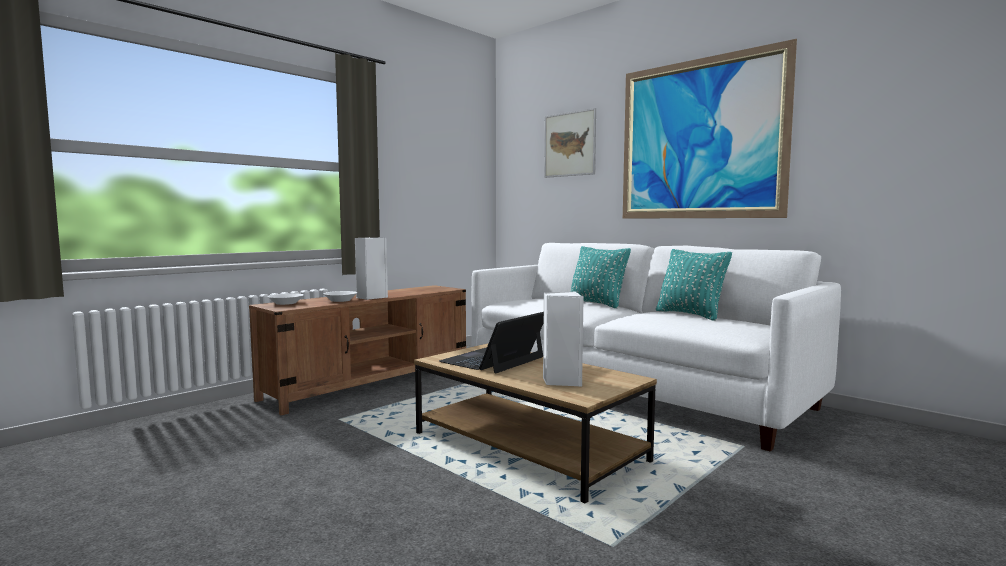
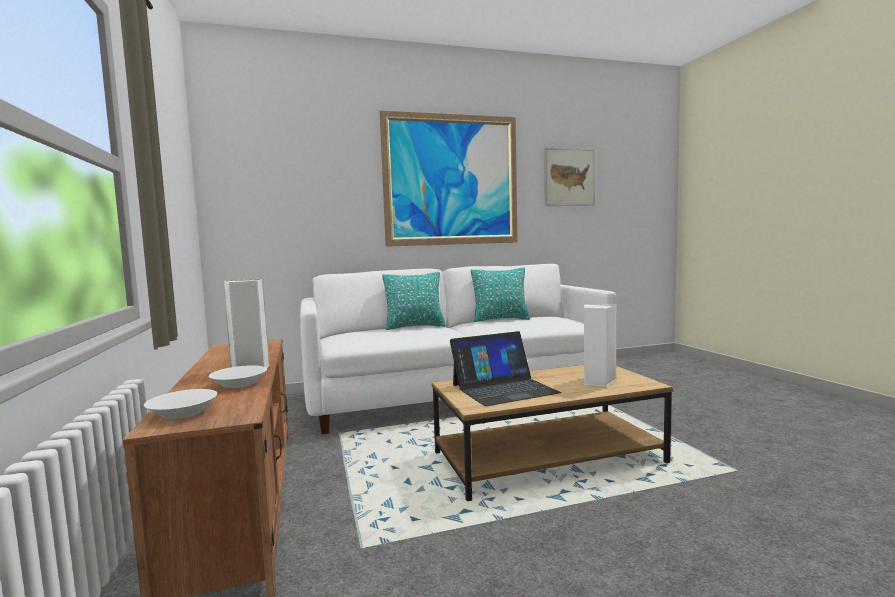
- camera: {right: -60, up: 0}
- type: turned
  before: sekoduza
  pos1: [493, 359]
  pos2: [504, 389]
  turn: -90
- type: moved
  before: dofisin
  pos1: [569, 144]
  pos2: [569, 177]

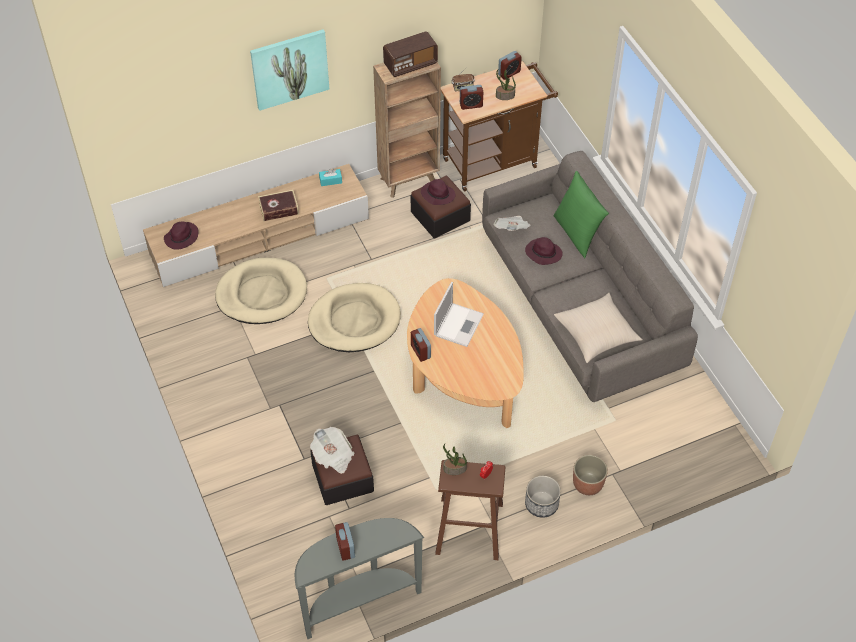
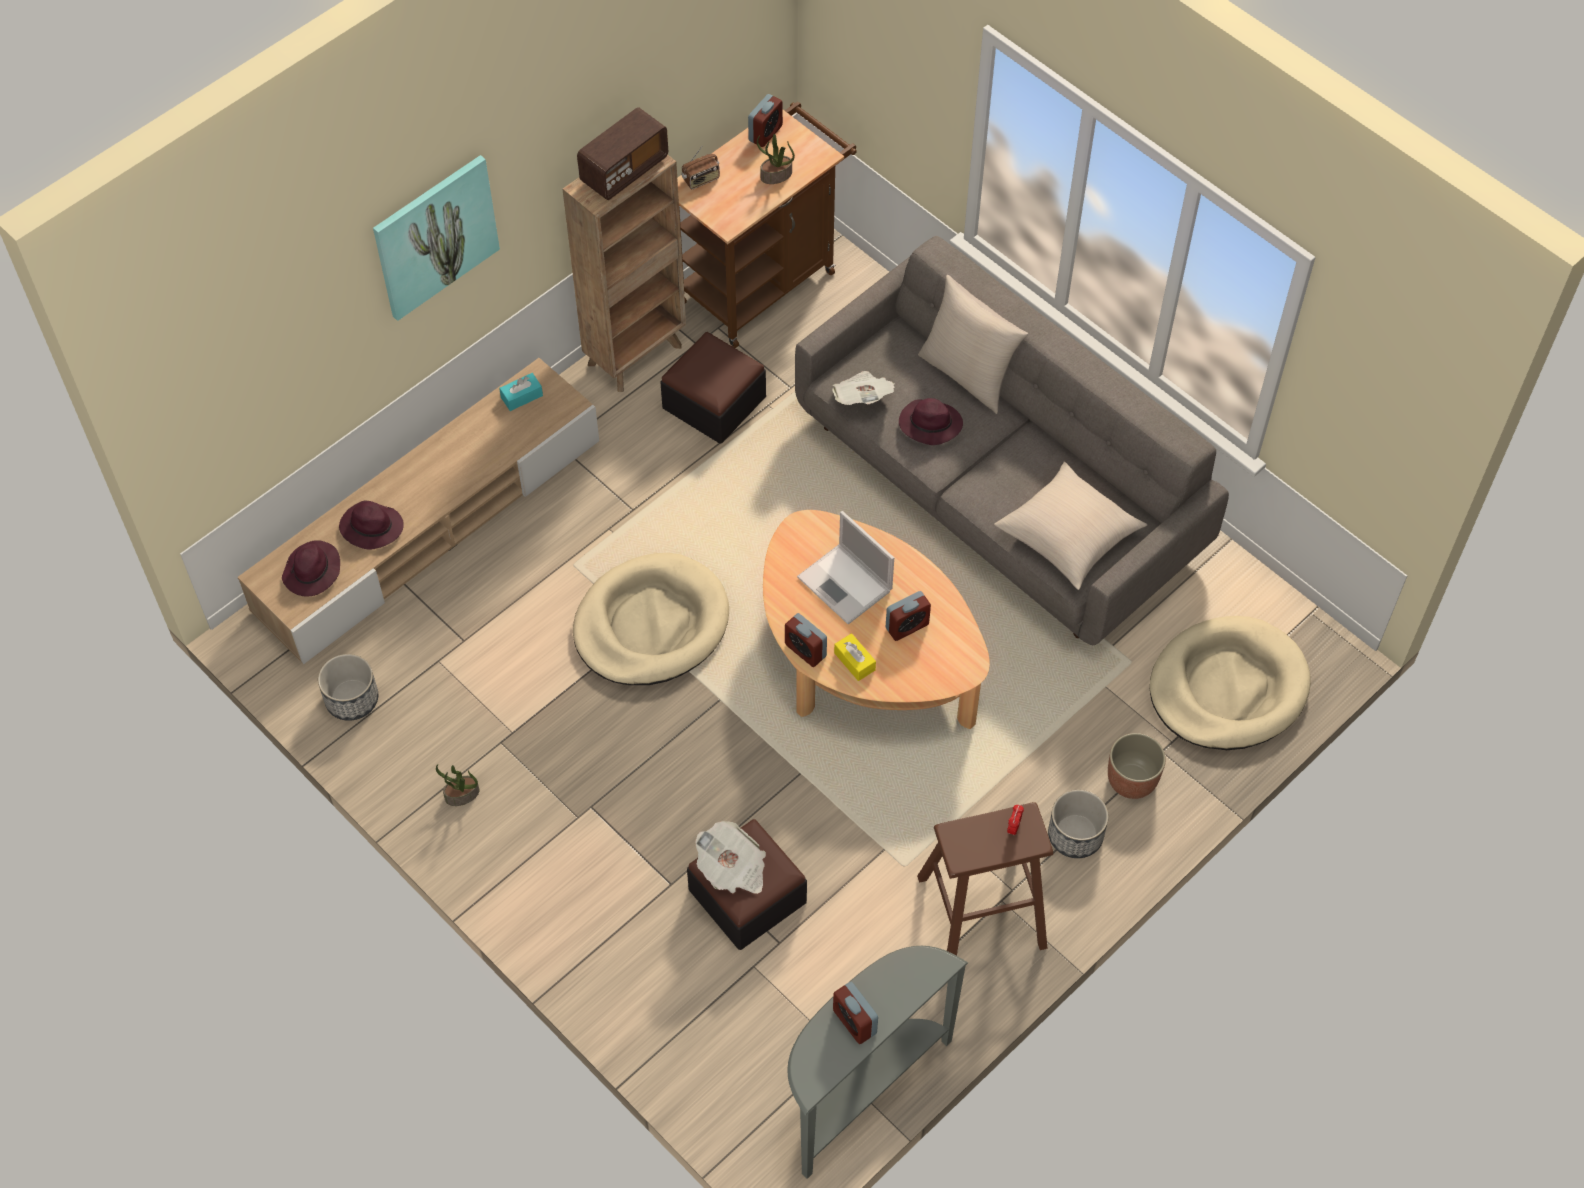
- camera: {right: -20, up: 5}
- type: moved
  before: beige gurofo
  pos1: [261, 294]
  pos2: [1227, 688]
- type: removed
  before: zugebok
  pos1: [279, 209]
- type: moved
  before: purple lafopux
  pos1: [437, 194]
  pos2: [371, 527]
- type: turned
  before: sekoduza
  pos1: [459, 324]
  pos2: [846, 585]
  turn: 135
- type: moved
  before: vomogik
  pos1: [454, 469]
  pos2: [462, 795]
- type: moved
  before: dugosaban
  pos1: [471, 105]
  pos2: [907, 626]
- type: recoloured
  before: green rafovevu
  after: beige rafovevu
  pos1: [577, 233]
  pos2: [968, 374]
- type: added
  after: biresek
  pos2: [351, 699]
- type: added
  after: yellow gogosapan
  pos2: [854, 661]

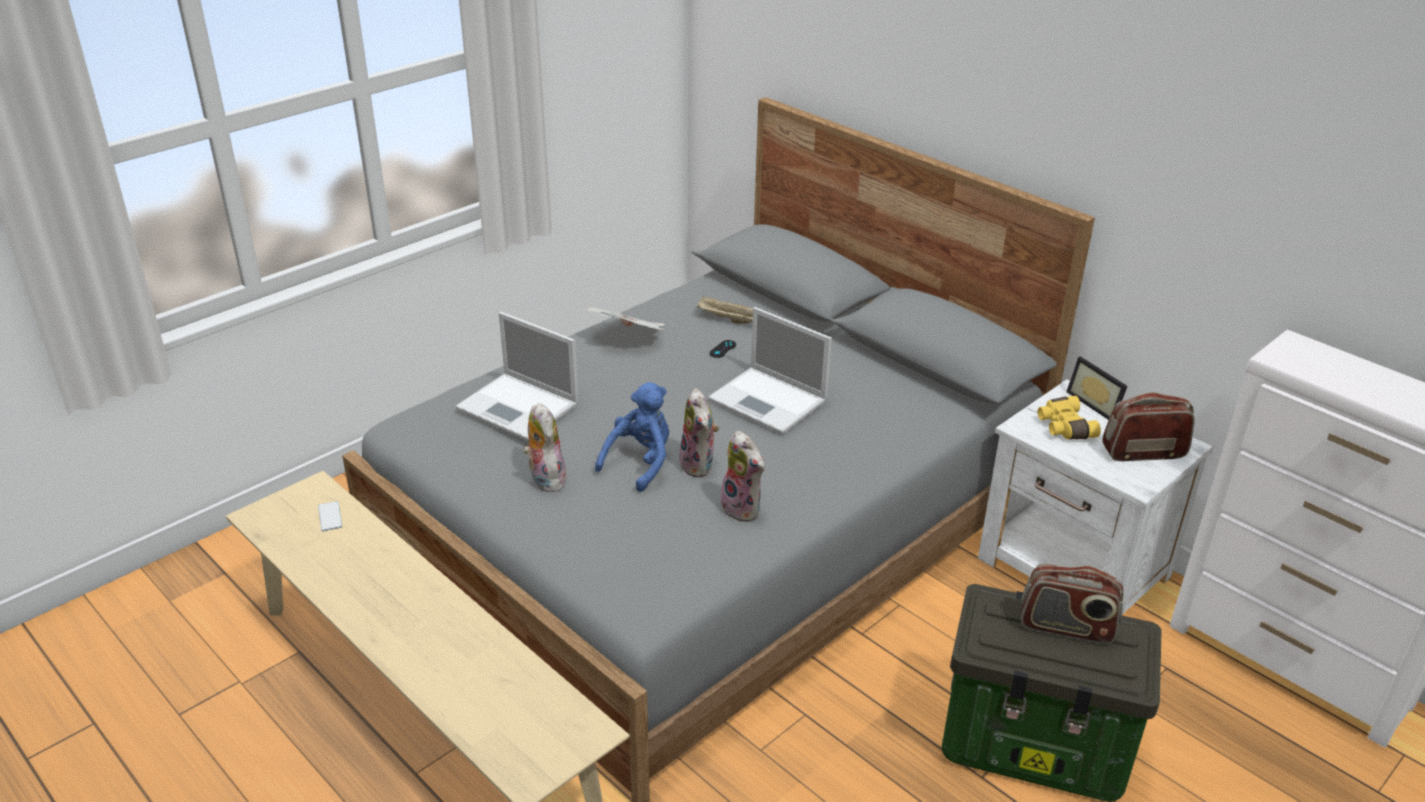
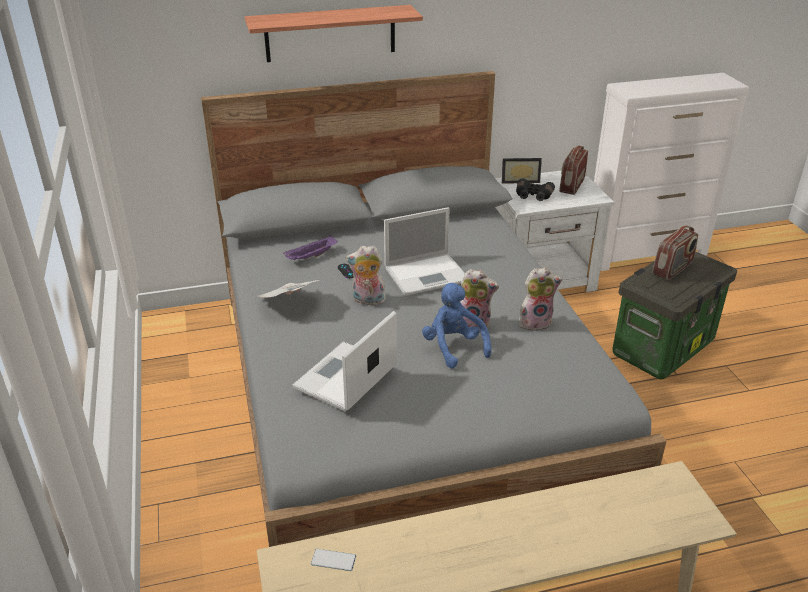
- camera: {right: -60, up: 0}
- type: turned
  before: sekoduza
  pos1: [519, 407]
  pos2: [345, 378]
  turn: 150
- type: moved
  before: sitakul
  pos1: [545, 479]
  pos2: [367, 301]
- type: recoloured
  before: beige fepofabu
  after: purple fepofabu
  pos1: [729, 319]
  pos2: [311, 257]
- type: recoloured
  before: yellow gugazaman
  after: black gugazaman
  pos1: [1063, 427]
  pos2: [533, 196]
- type: added
  after: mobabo
  pos2: [330, 33]

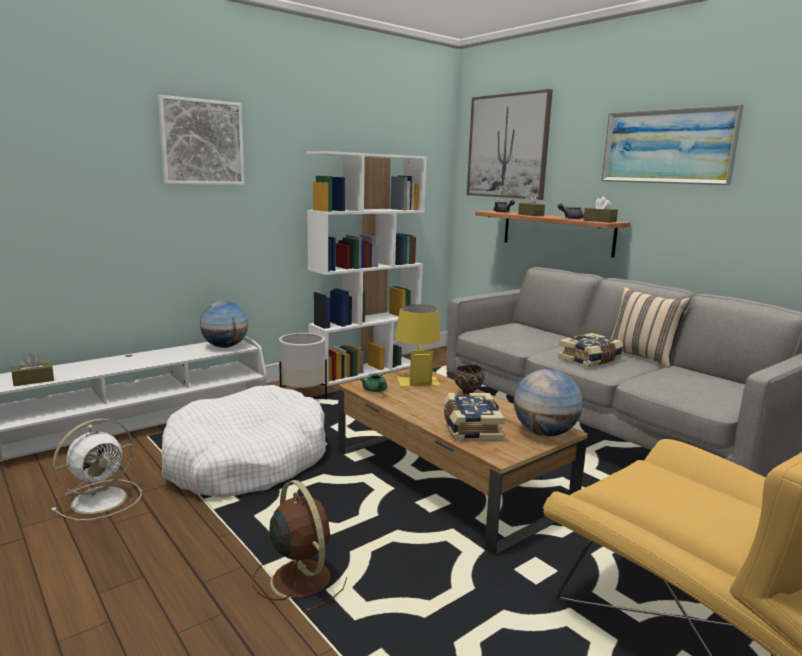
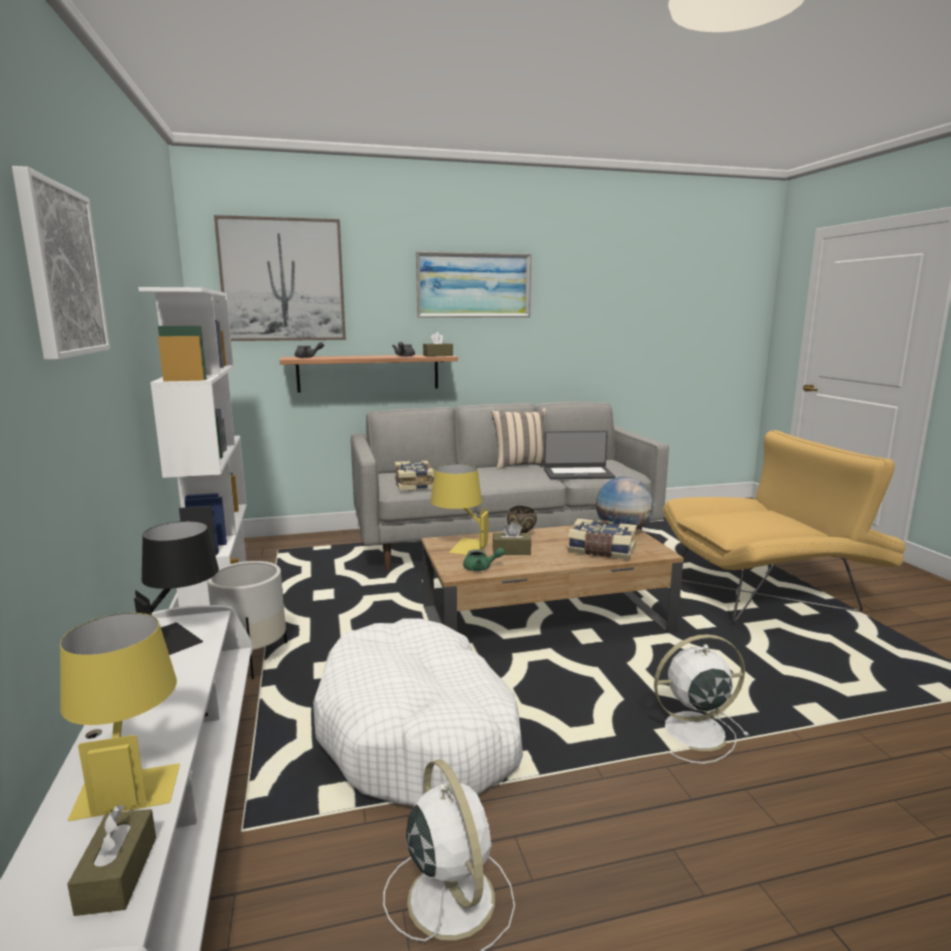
- camera: {right: -65, up: 0}
- type: replaced
  before: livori
  after: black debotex
  pos1: [225, 346]
  pos2: [183, 633]
- type: recoloured
  before: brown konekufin
  after: white konekufin
  pos1: [300, 577]
  pos2: [691, 731]
- type: moved
  before: brown gogosapan
  pos1: [530, 215]
  pos2: [511, 551]
- type: moved
  before: zugebok
  pos1: [590, 360]
  pos2: [415, 484]
- type: added
  after: yellow debotex
  pos2: [131, 777]
- type: added
  after: sekoduza
  pos2: [578, 473]

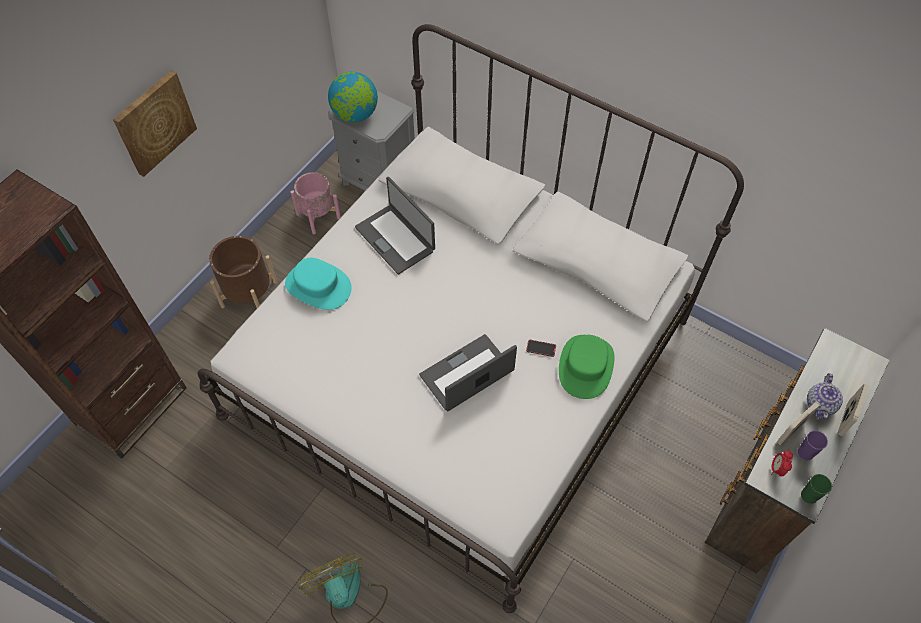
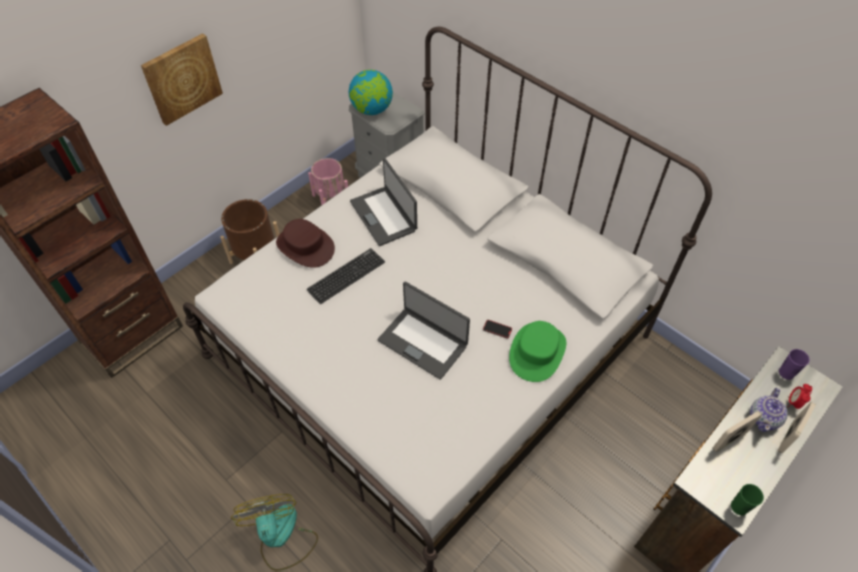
- camera: {right: 10, up: -5}
- type: recoloured
  before: turquoise lafopux
  after: brown lafopux
  pos1: [318, 286]
  pos2: [305, 246]
- type: turned
  before: sekoduza
  pos1: [467, 374]
  pos2: [423, 342]
  turn: -120
- type: moved
  before: dugosaban
  pos1: [777, 469]
  pos2: [794, 403]
- type: moved
  before: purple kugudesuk
  pos1: [805, 452]
  pos2: [786, 373]
- type: added
  after: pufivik
  pos2: [346, 276]

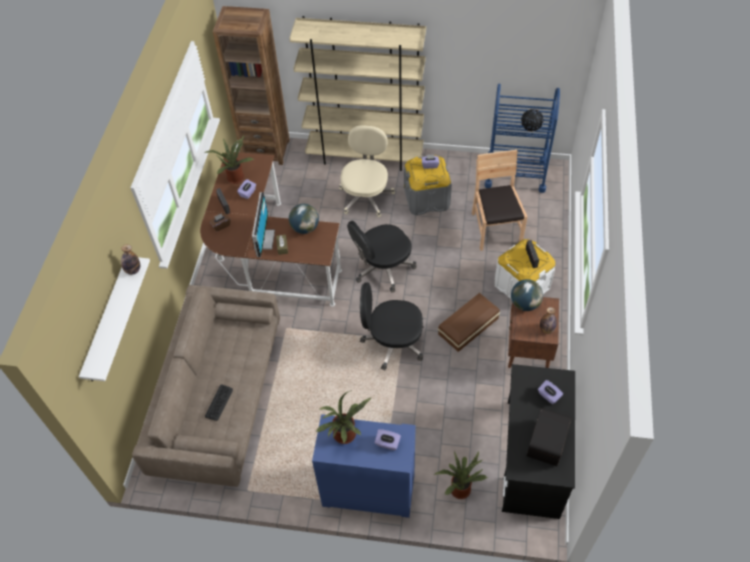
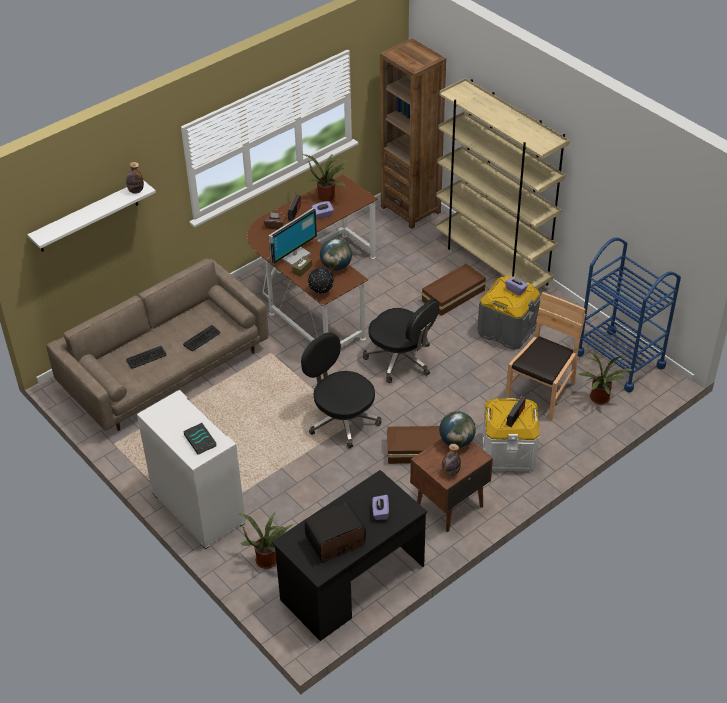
- camera: {right: 40, up: -10}
- type: recoloured
  before: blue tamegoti
  after: white tamegoti
  pos1: [368, 490]
  pos2: [197, 508]
- type: moved
  before: vomogik
  pos1: [345, 436]
  pos2: [599, 399]
- type: replaced
  before: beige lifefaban
  after: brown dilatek
  pos1: [366, 196]
  pos2: [454, 295]
- type: turned
  before: black lifefaban
  pos1: [382, 268]
  pos2: [401, 360]
  turn: -150
- type: replaced
  before: purple gogosapan
  after: zugebok
  pos1: [387, 443]
  pos2: [201, 440]
- type: moved
  before: livori
  pos1: [530, 130]
  pos2: [321, 293]
- type: added
  after: pufivik
  pos2: [202, 338]

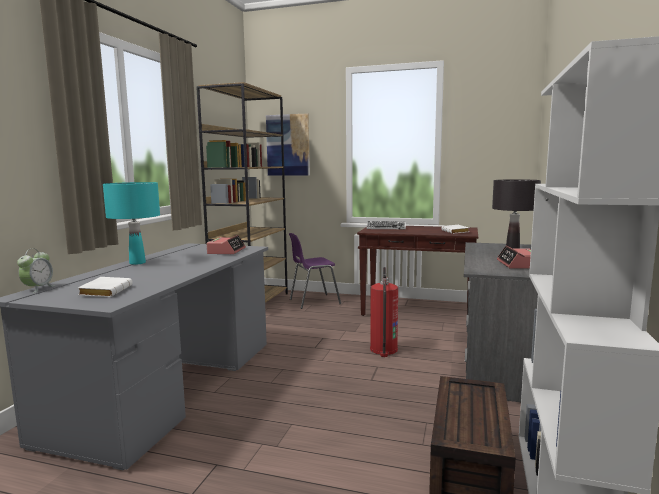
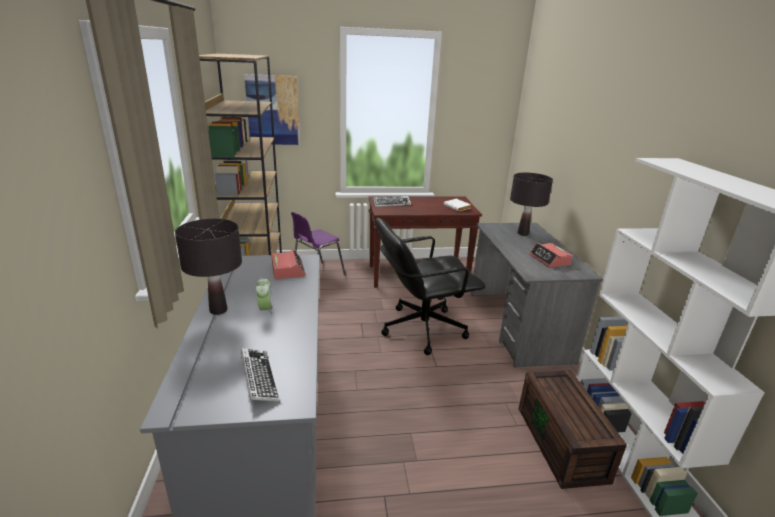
- camera: {right: -25, up: 15}
- type: moved
  before: dugosaban
  pos1: [38, 288]
  pos2: [265, 310]
- type: replaced
  before: white zugebok
  after: pufivik
  pos1: [105, 291]
  pos2: [259, 378]
- type: recoloured
  before: turquoise debotex
  after: black debotex
  pos1: [137, 263]
  pos2: [218, 310]
- type: replaced
  before: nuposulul
  after: black lifefaban
  pos1: [383, 350]
  pos2: [422, 328]

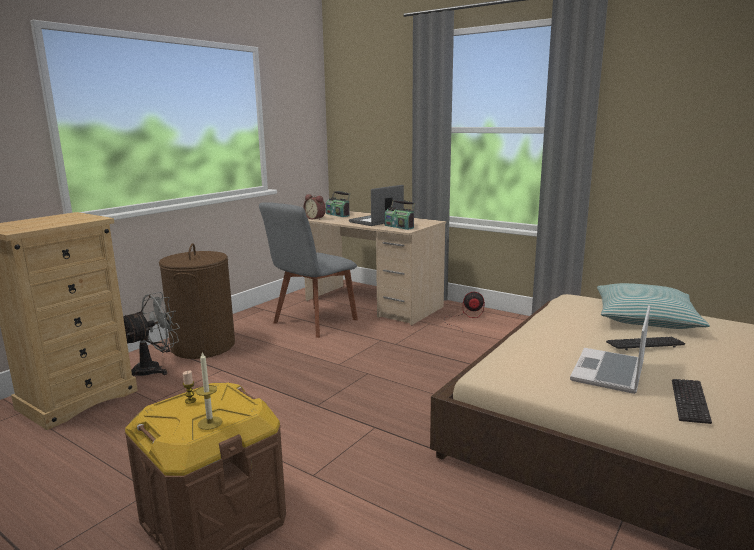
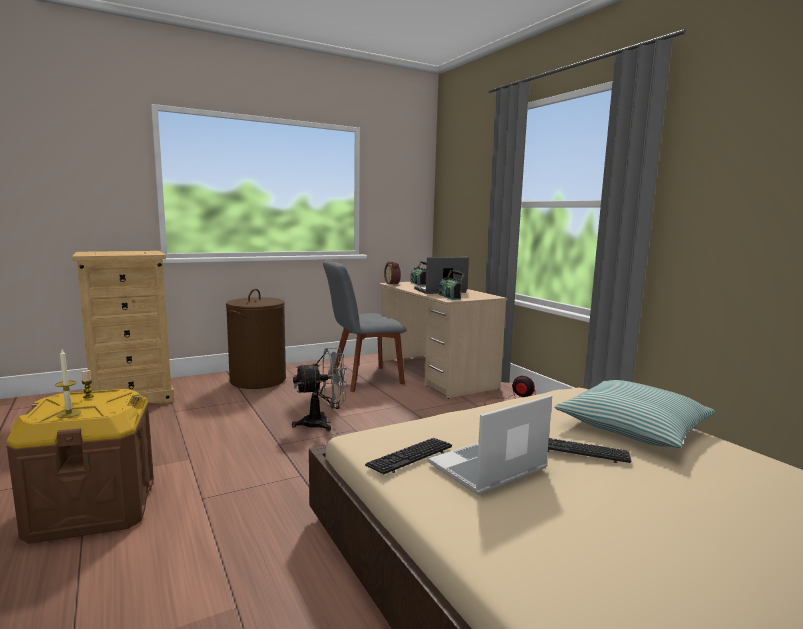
- camera: {right: 25, up: -5}
- type: moved
  before: grey konekufin
  pos1: [154, 369]
  pos2: [322, 423]
- type: moved
  before: pufivik
  pos1: [689, 402]
  pos2: [410, 457]

